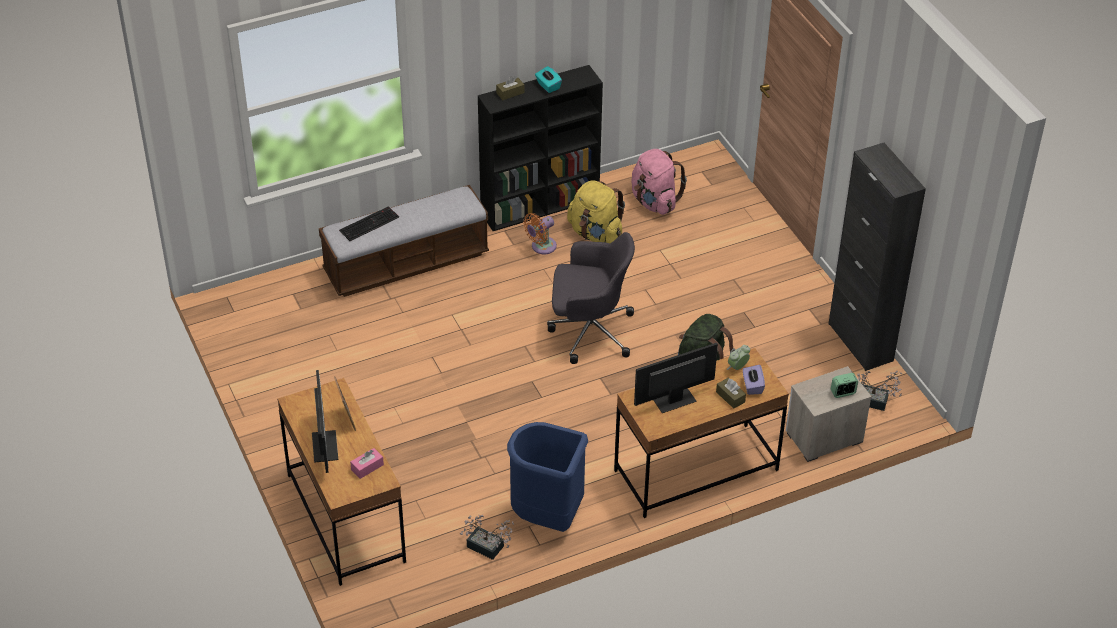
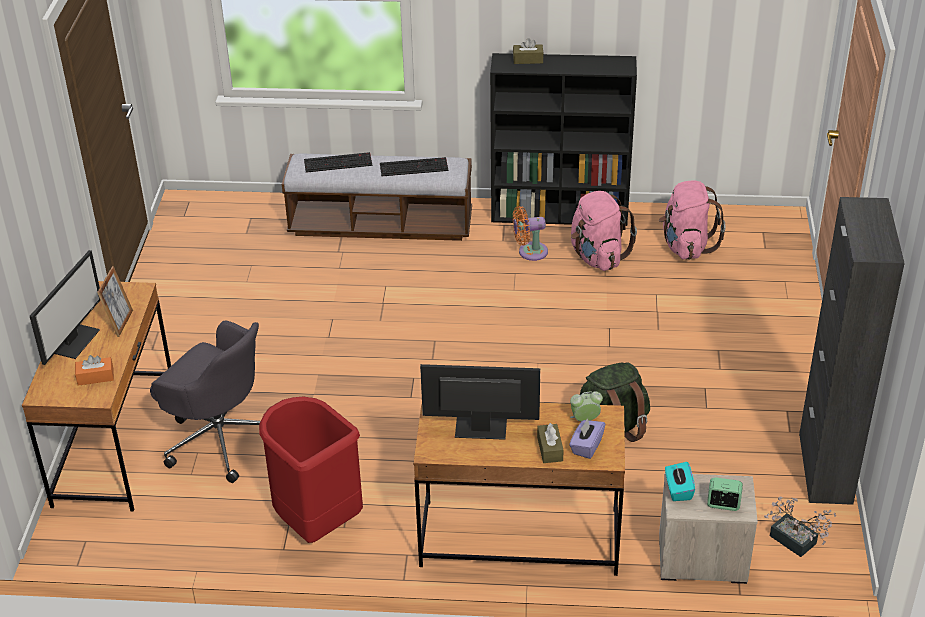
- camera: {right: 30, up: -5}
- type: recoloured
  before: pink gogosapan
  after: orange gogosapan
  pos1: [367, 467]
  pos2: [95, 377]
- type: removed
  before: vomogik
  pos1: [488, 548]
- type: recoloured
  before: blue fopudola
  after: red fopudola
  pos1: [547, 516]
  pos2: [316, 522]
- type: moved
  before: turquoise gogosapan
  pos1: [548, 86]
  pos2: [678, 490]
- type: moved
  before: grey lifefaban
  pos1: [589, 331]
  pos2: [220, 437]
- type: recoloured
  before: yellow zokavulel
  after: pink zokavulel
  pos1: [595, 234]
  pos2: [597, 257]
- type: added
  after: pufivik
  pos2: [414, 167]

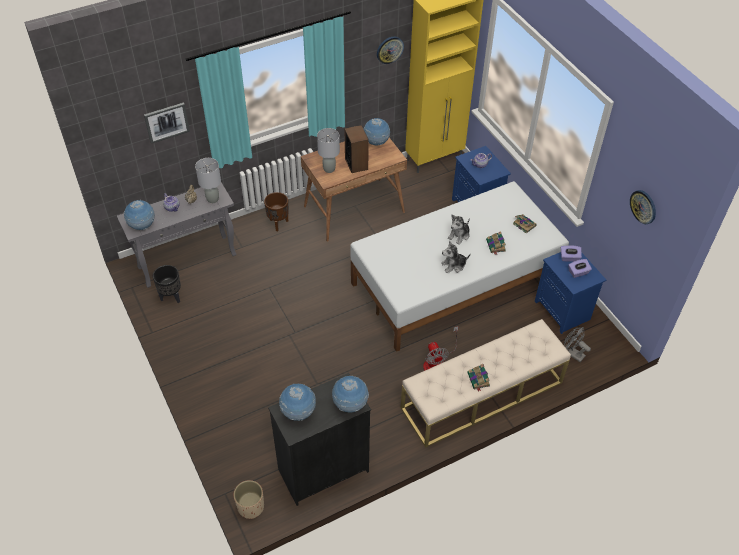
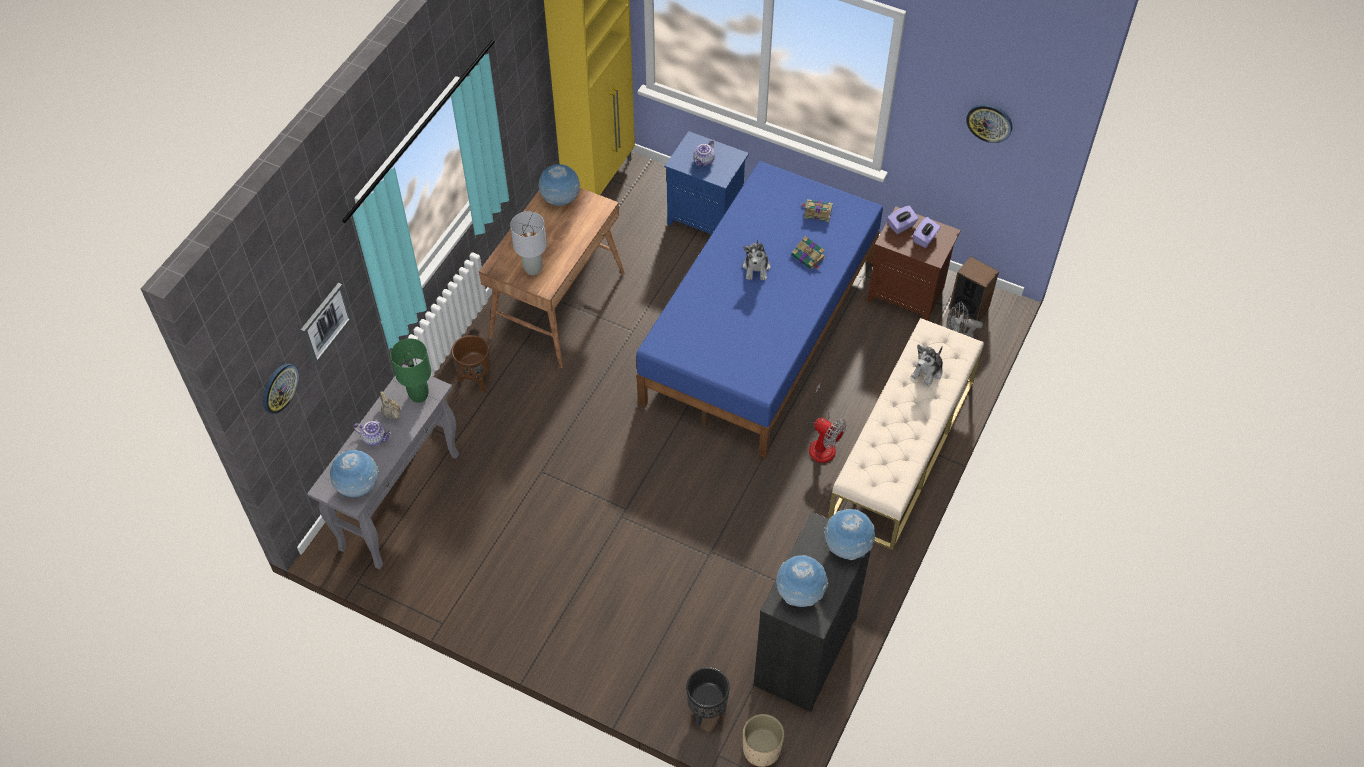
- camera: {right: -35, up: 5}
- type: moved
  before: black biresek
  pos1: [171, 297]
  pos2: [706, 711]
- type: recoloured
  before: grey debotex
  after: green debotex
  pos1: [213, 199]
  pos2: [419, 395]
- type: moved
  before: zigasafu
  pos1: [356, 164]
  pos2: [969, 306]
- type: recoloured
  before: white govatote
  after: blue govatote
  pos1: [456, 282]
  pos2: [761, 330]
- type: moved
  before: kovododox
  pos1: [389, 49]
  pos2: [279, 388]
- type: moved
  before: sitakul
  pos1: [454, 265]
  pos2: [927, 372]
- type: removed
  before: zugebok
  pos1: [478, 380]
- type: recoloured
  before: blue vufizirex
  after: brown vufizirex
  pos1: [563, 311]
  pos2: [908, 294]

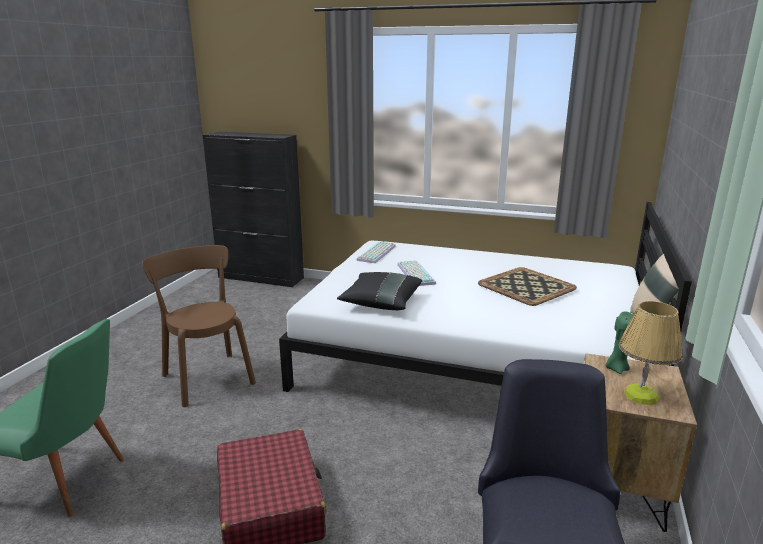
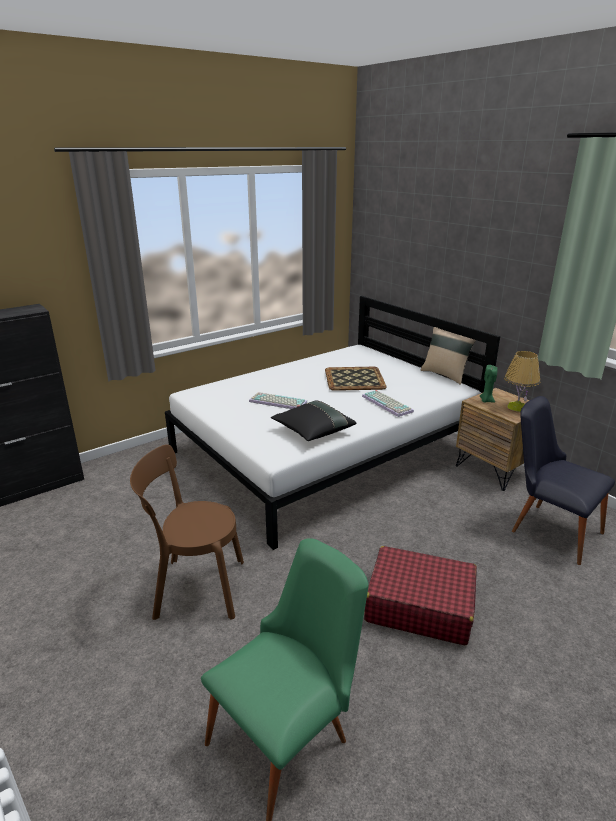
- camera: {right: -55, up: 5}
- type: moved
  before: pufivik
  pos1: [377, 253]
  pos2: [388, 404]

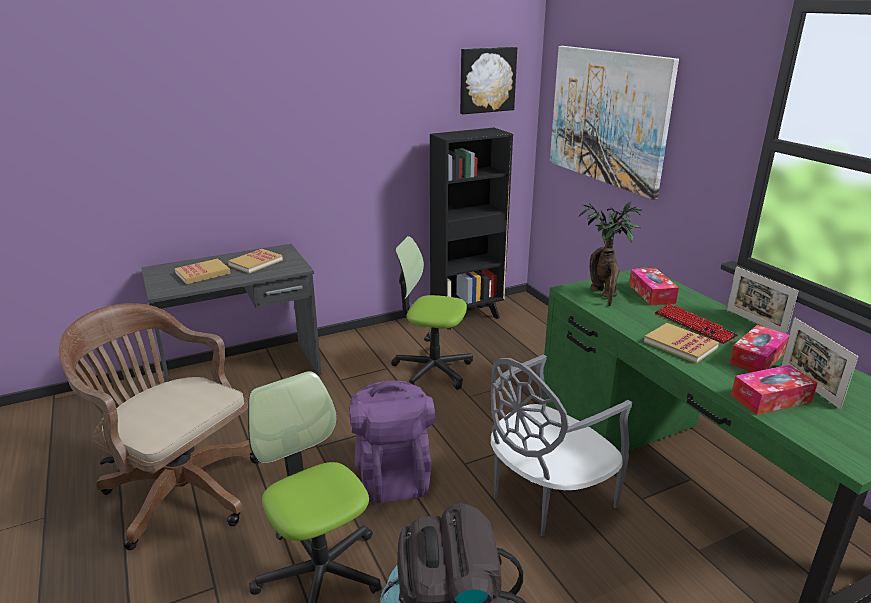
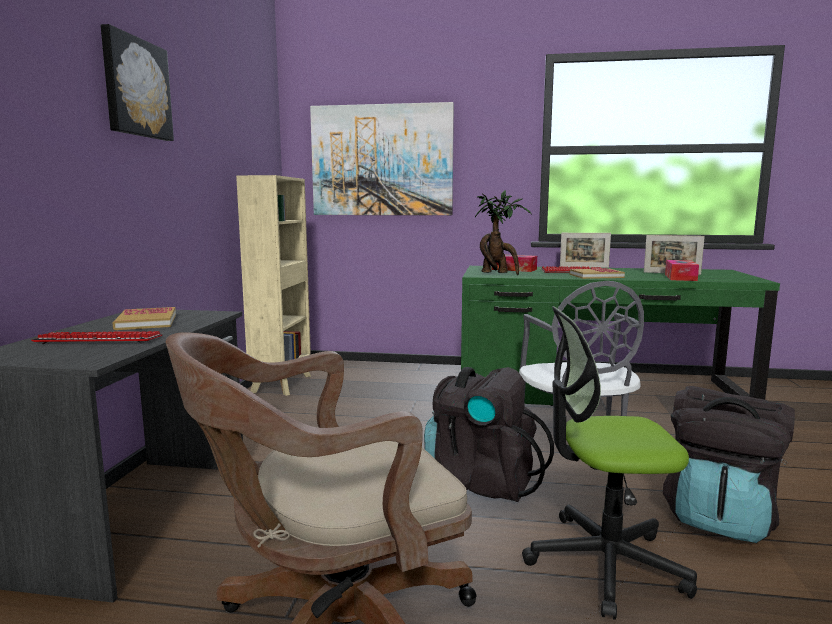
- camera: {right: -55, up: -15}
- type: replaced
  before: zugebok
  after: pufivik
  pos1: [203, 273]
  pos2: [99, 340]
- type: recoloured
  before: purple zokavulel
  after: black zokavulel
  pos1: [393, 474]
  pos2: [481, 482]
- type: removed
  before: lifefaban
  pos1: [432, 370]
- type: recoloured
  before: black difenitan
  after: beige difenitan
  pos1: [467, 316]
  pos2: [282, 383]
- type: moved
  before: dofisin
  pos1: [486, 80]
  pos2: [135, 88]
- type: removed
  before: gogosapan
  pos1: [757, 358]

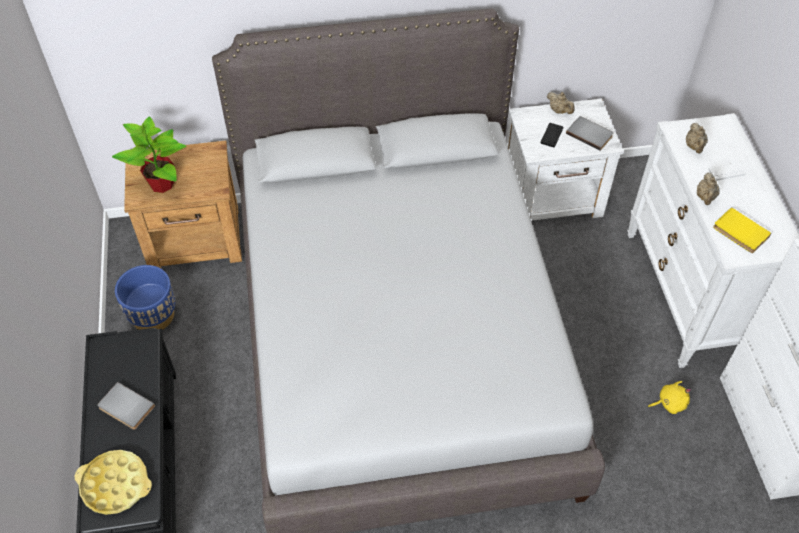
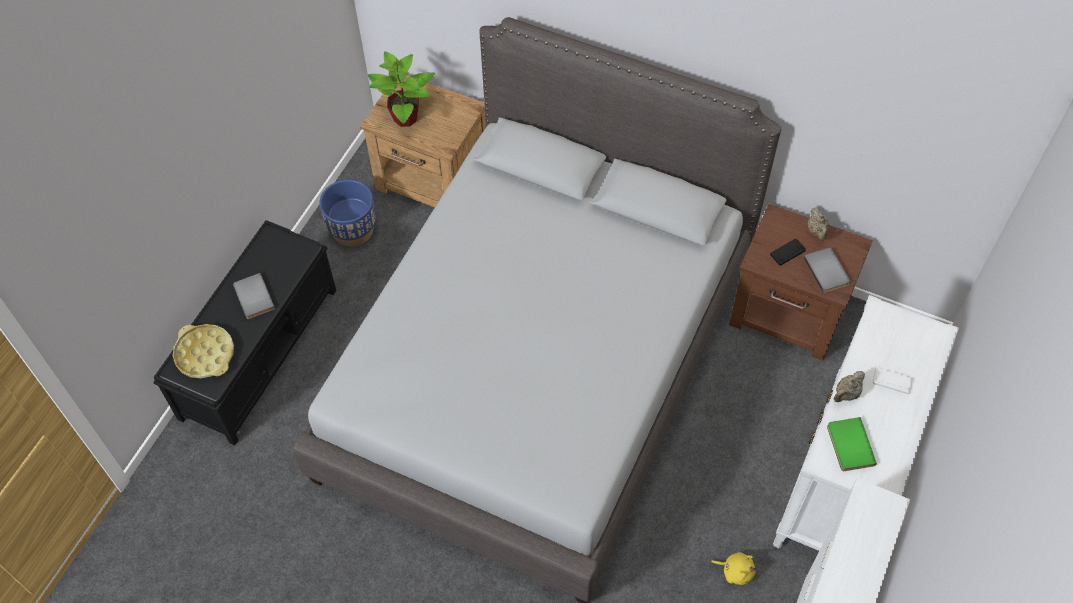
- camera: {right: 35, up: 5}
- type: recoloured
  before: white vufizirex
  after: brown vufizirex
  pos1: [553, 197]
  pos2: [789, 314]
- type: removed
  before: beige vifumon
  pos1: [694, 147]
- type: recoloured
  before: yellow zugebok
  after: green zugebok
  pos1: [739, 232]
  pos2: [848, 445]

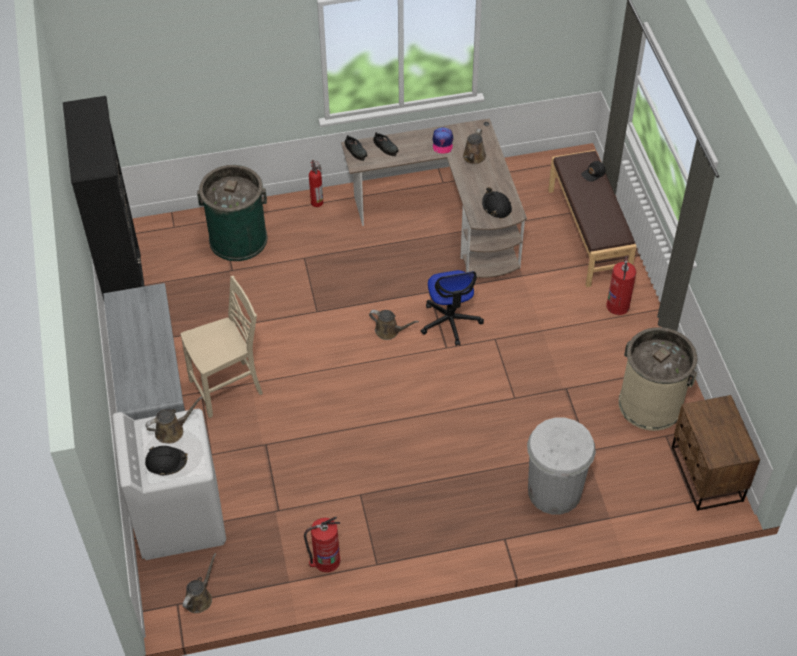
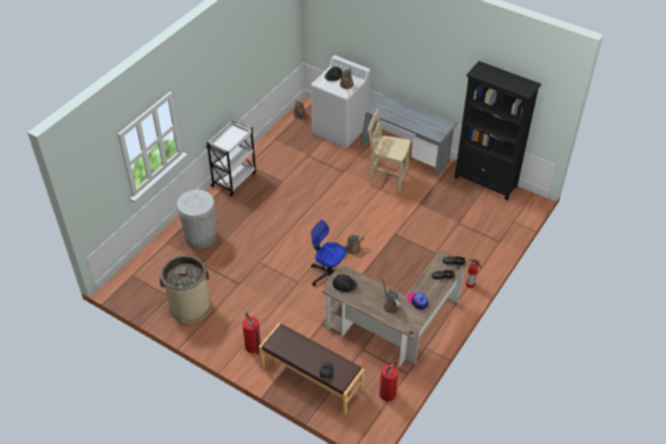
- camera: {right: 135, up: -5}
- type: turned
  before: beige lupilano
  pos1: [228, 388]
  pos2: [387, 179]
  turn: 90
- type: removed
  before: green fopudola
  pos1: [238, 239]
- type: moved
  before: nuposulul
  pos1: [326, 560]
  pos2: [388, 393]
- type: removed
  before: brown vufizirex
  pos1: [706, 475]
- type: added
  after: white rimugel
  pos2: [234, 179]

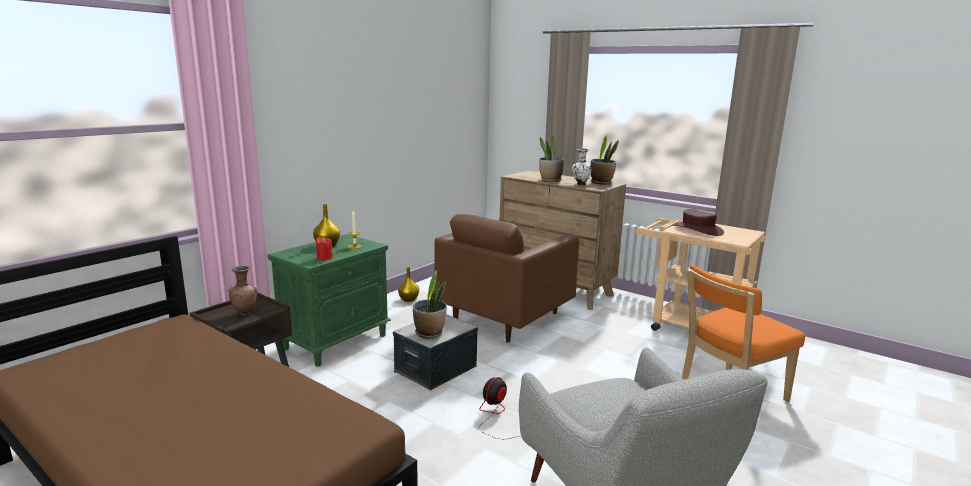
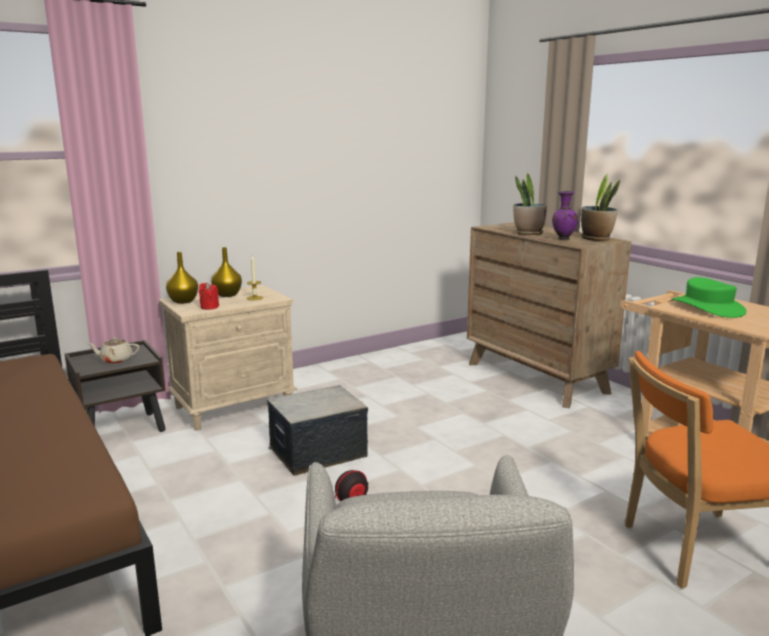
- camera: {right: 20, up: 0}
- type: replaced
  before: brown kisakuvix
  after: beige vifumon
  pos1: [245, 313]
  pos2: [116, 360]
- type: recoloured
  before: green vufizirex
  after: beige vufizirex
  pos1: [336, 341]
  pos2: [234, 406]
- type: moved
  before: yellow kisakuvix
  pos1: [409, 299]
  pos2: [184, 301]
- type: removed
  before: vomogik
  pos1: [429, 333]
- type: removed
  before: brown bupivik
  pos1: [505, 318]
- type: recoloured
  before: white kisakuvix
  after: purple kisakuvix
  pos1: [580, 184]
  pos2: [562, 239]
- type: recoloured
  before: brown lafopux
  after: green lafopux
  pos1: [697, 229]
  pos2: [707, 307]

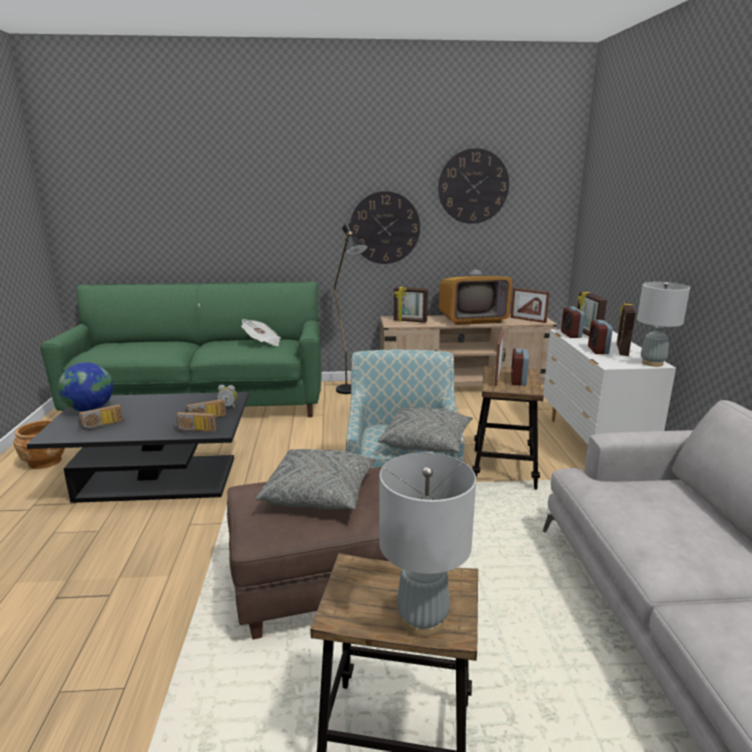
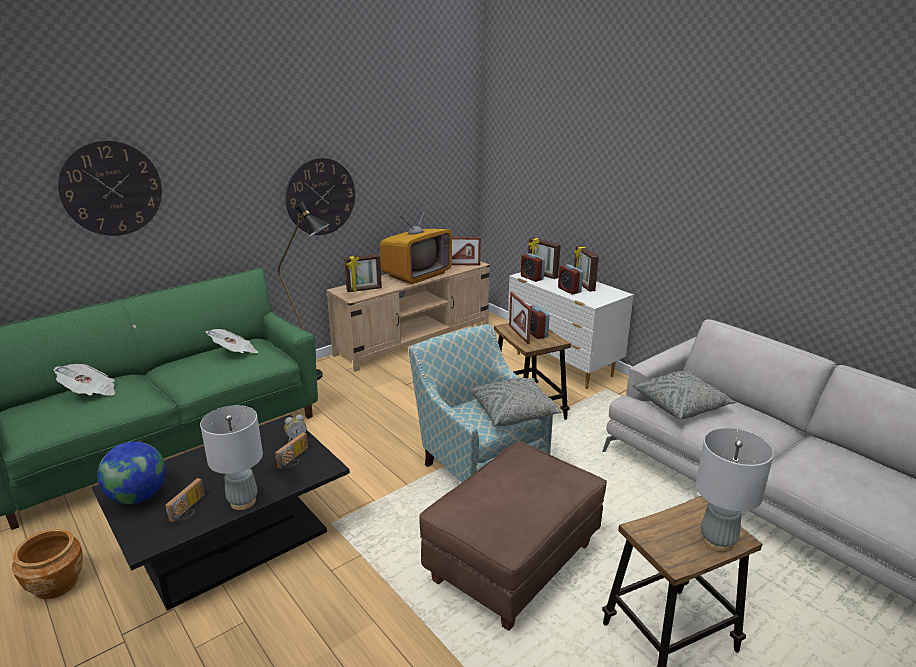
- camera: {right: -35, up: 5}
- type: removed
  before: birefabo
  pos1: [194, 431]
- type: moved
  before: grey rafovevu
  pos1: [320, 494]
  pos2: [681, 405]
- type: moved
  before: kovododox
  pos1: [473, 186]
  pos2: [111, 188]
- type: moved
  before: grey debotex
  pos1: [652, 363]
  pos2: [243, 502]
- type: added
  after: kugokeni
  pos2: [90, 392]

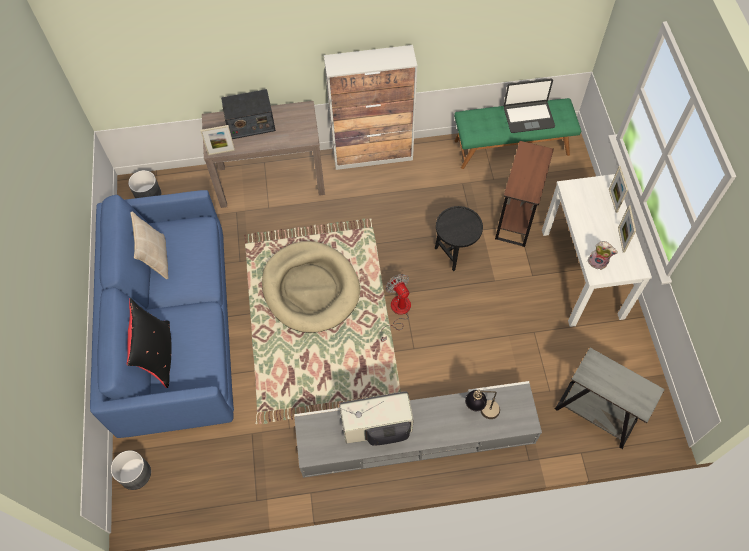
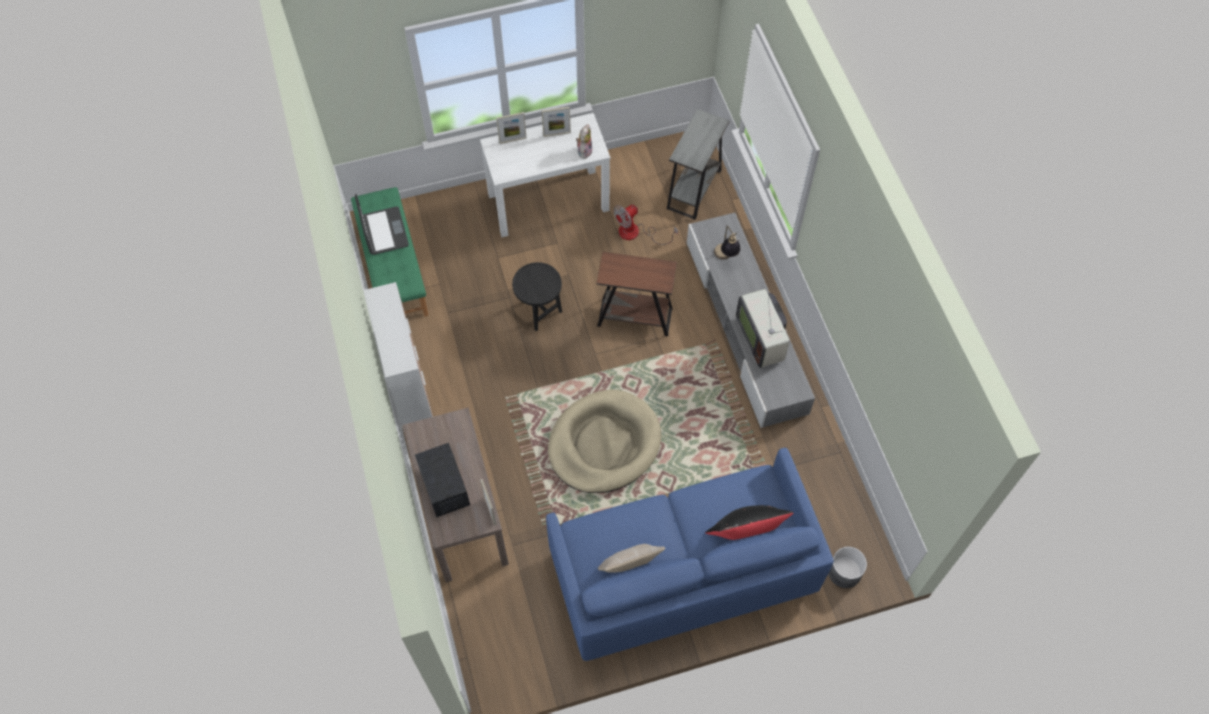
- camera: {right: -100, up: 0}
- type: removed
  before: grey biresek
  pos1: [148, 194]
- type: moved
  before: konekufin
  pos1: [397, 312]
  pos2: [636, 233]
- type: moved
  before: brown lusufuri
  pos1: [517, 216]
  pos2: [634, 317]

